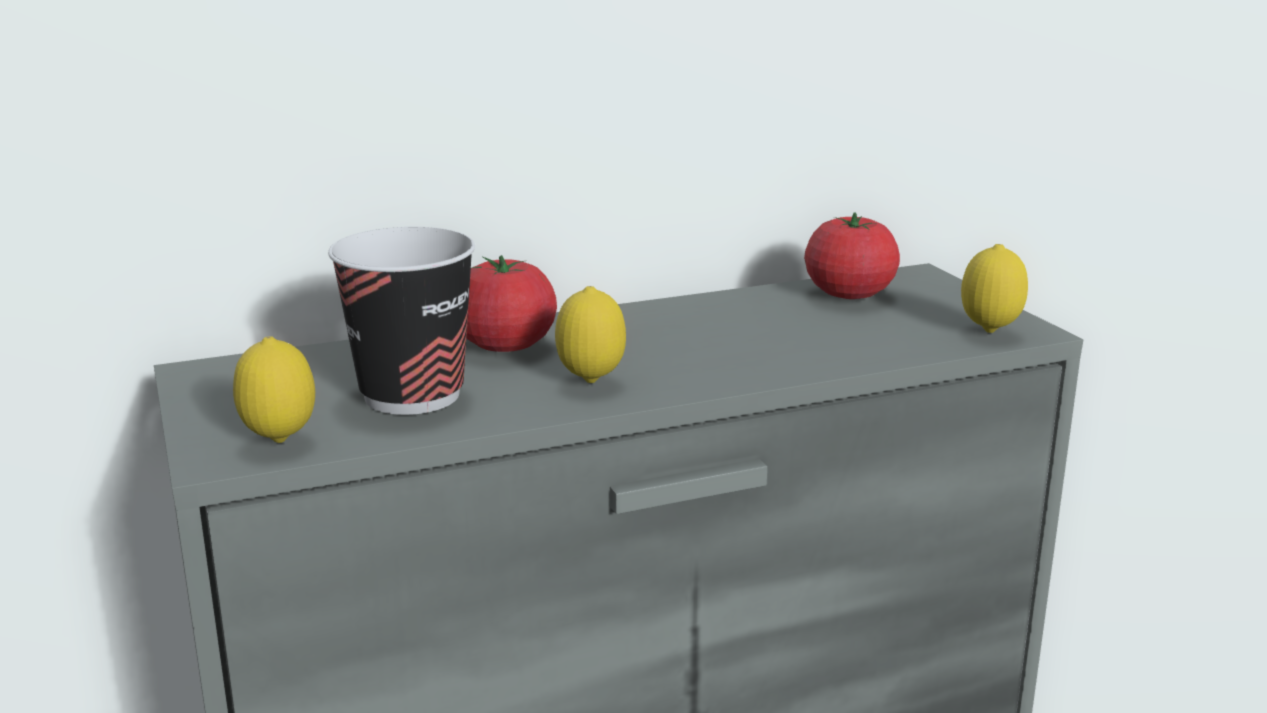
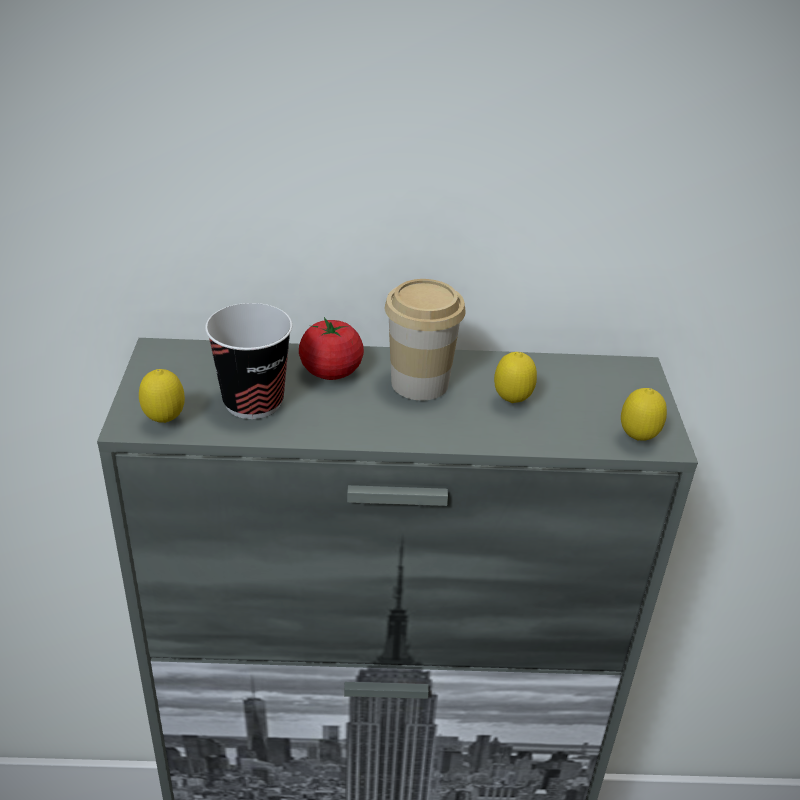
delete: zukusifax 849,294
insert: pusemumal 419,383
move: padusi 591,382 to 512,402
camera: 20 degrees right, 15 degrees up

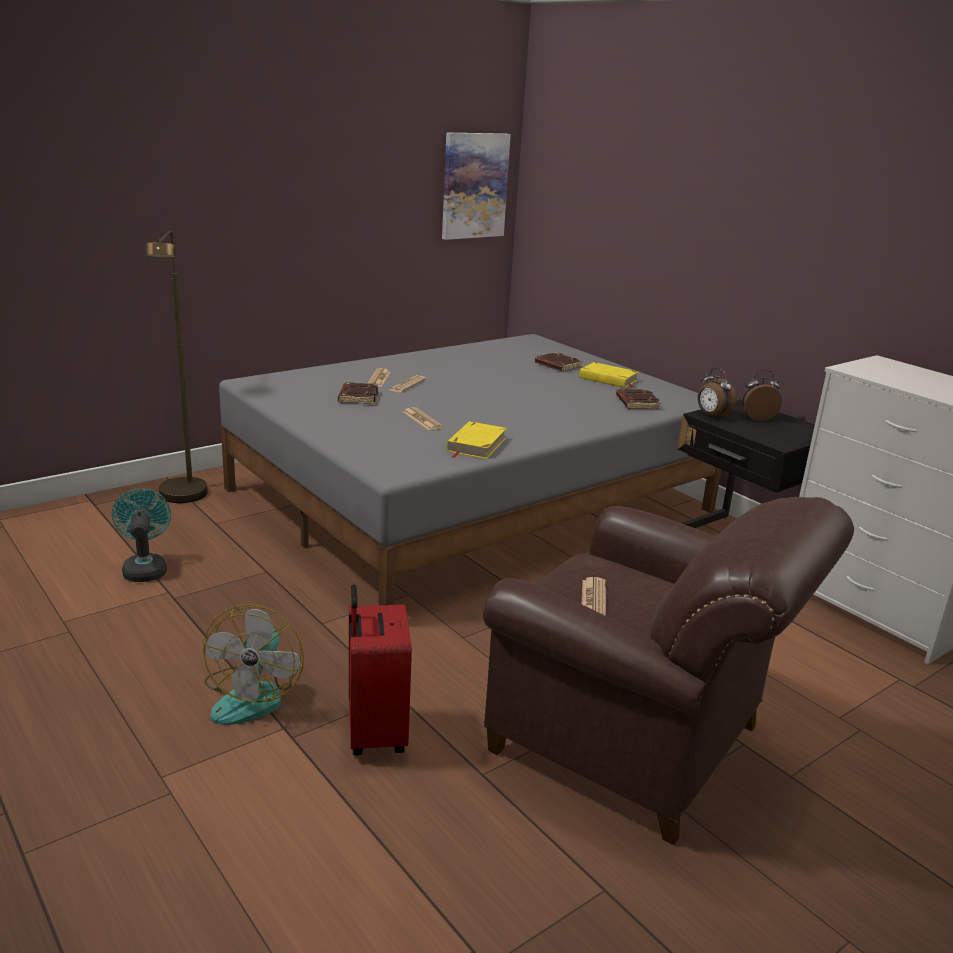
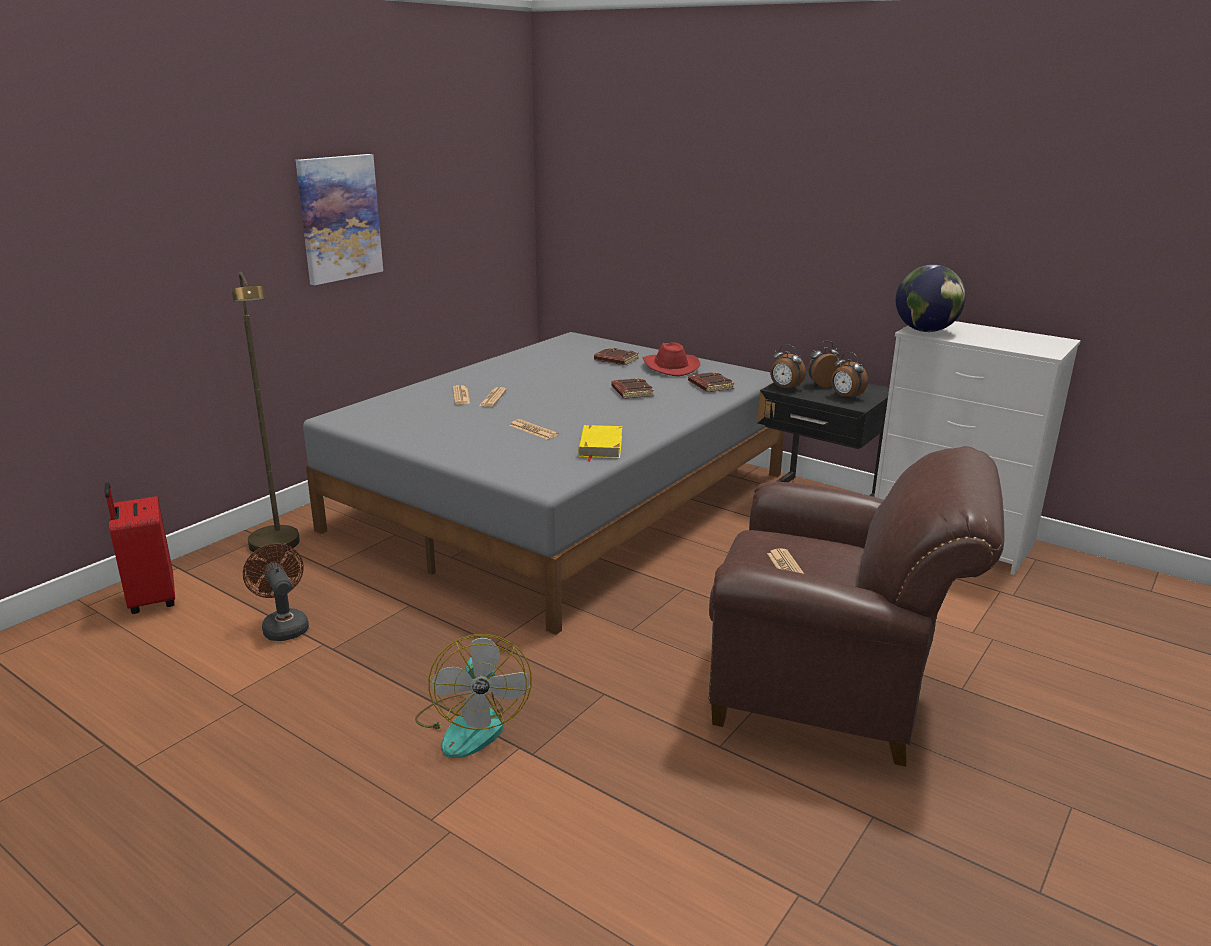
insert: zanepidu 845,397; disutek 925,331
move: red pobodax 374,734 to 150,600; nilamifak 474,186 to 339,218; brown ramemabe 357,397 to 631,392
replace: yellow ramemabe 608,379 to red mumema 669,367
recolor: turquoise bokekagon 145,568 to brown bokekagon 283,626
camera: 15 degrees left, 0 degrees up

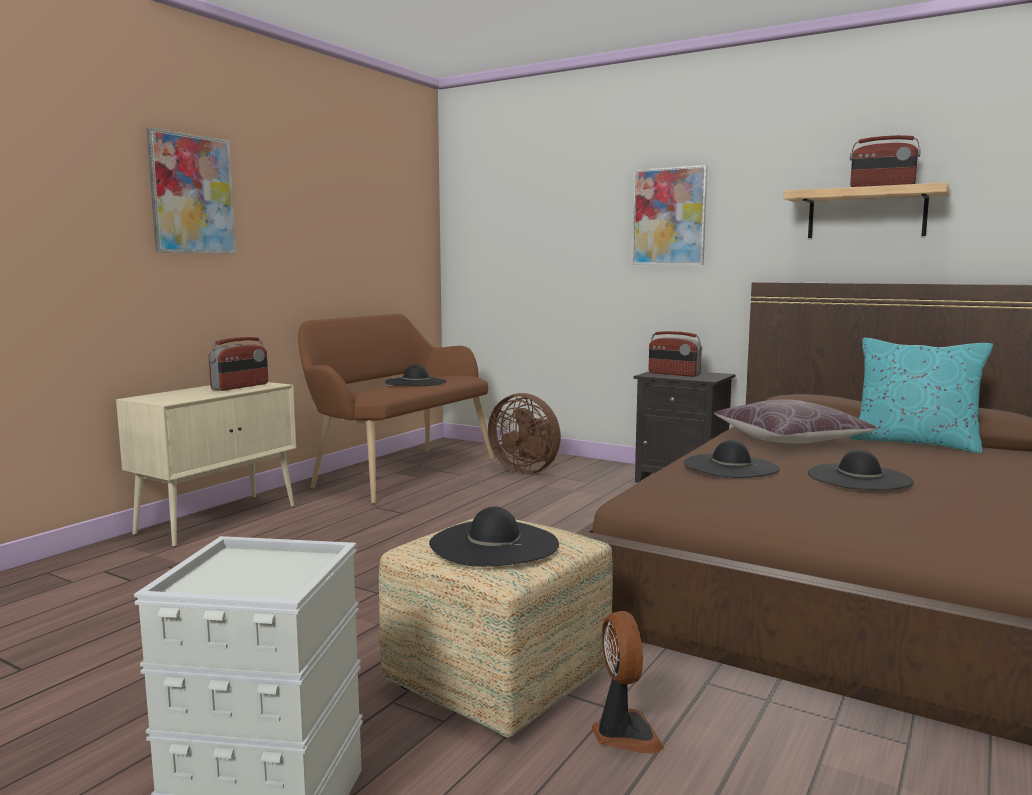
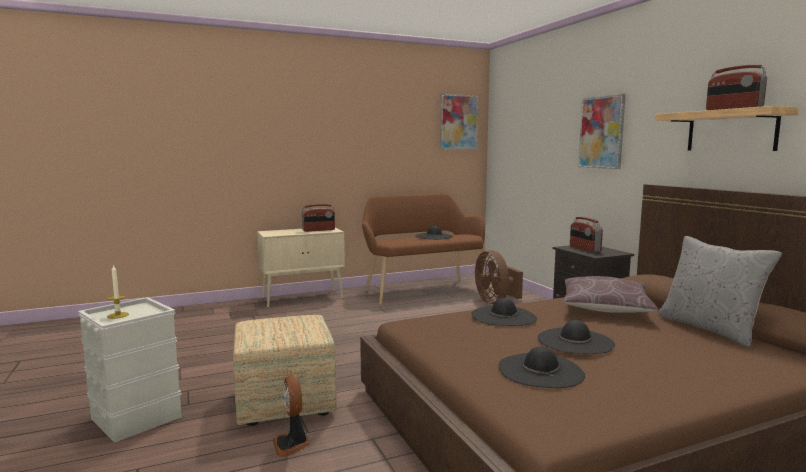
insert: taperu 118,315
move: nilamifak 192,194 to 458,122; black mumema 493,543 to 540,370
recolor: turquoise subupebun 915,443 to grey subupebun 710,328
rotate: bokekagon 623,734 = 292,444 135 degrees clockwise
camera: 35 degrees right, 0 degrees up

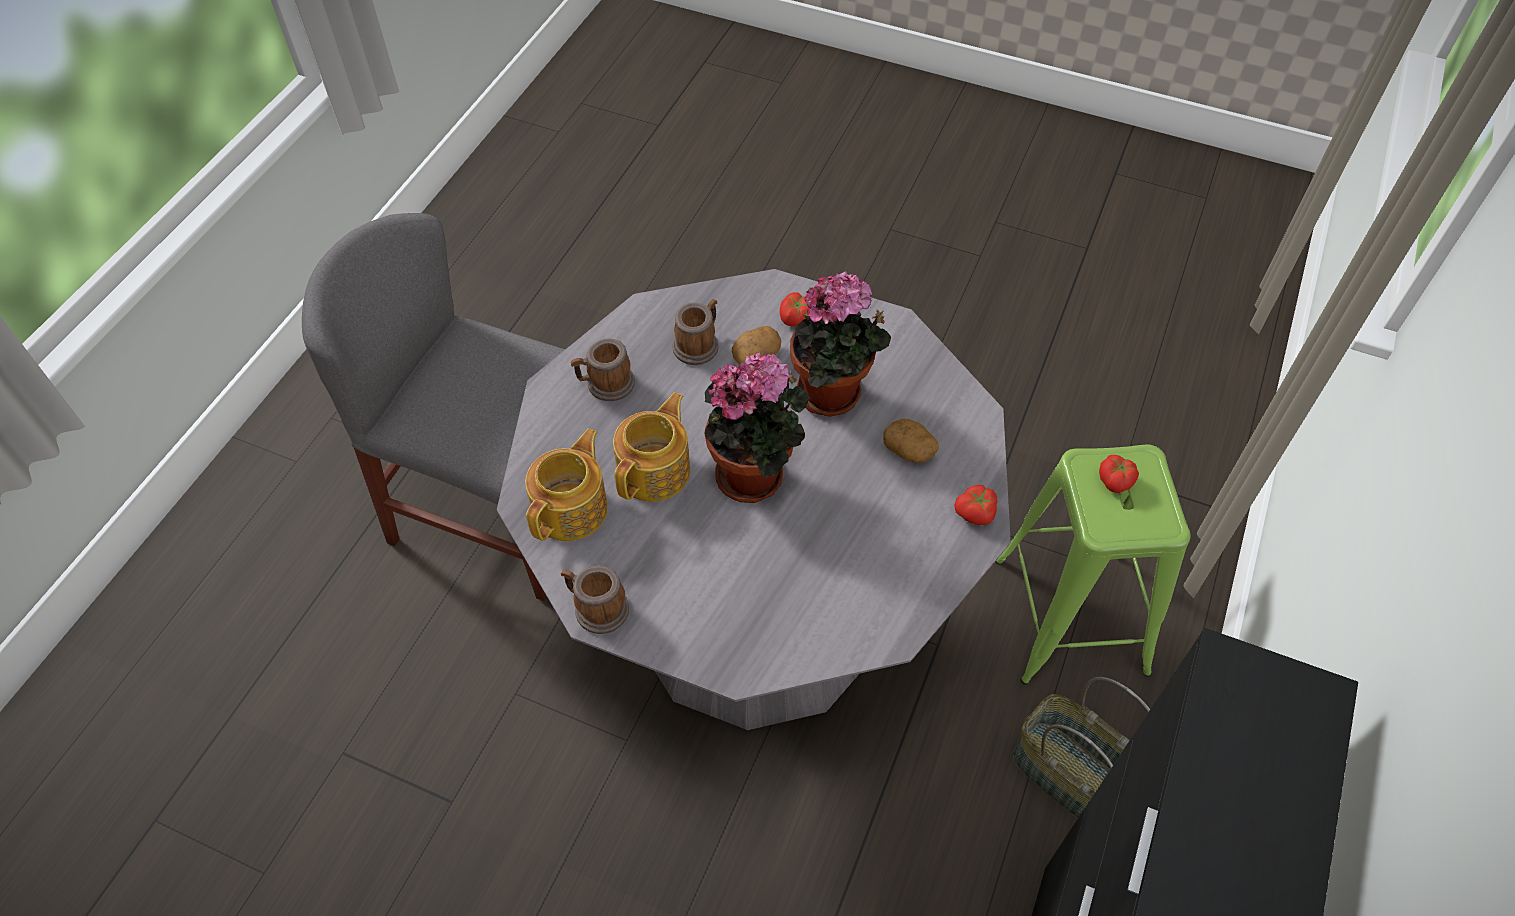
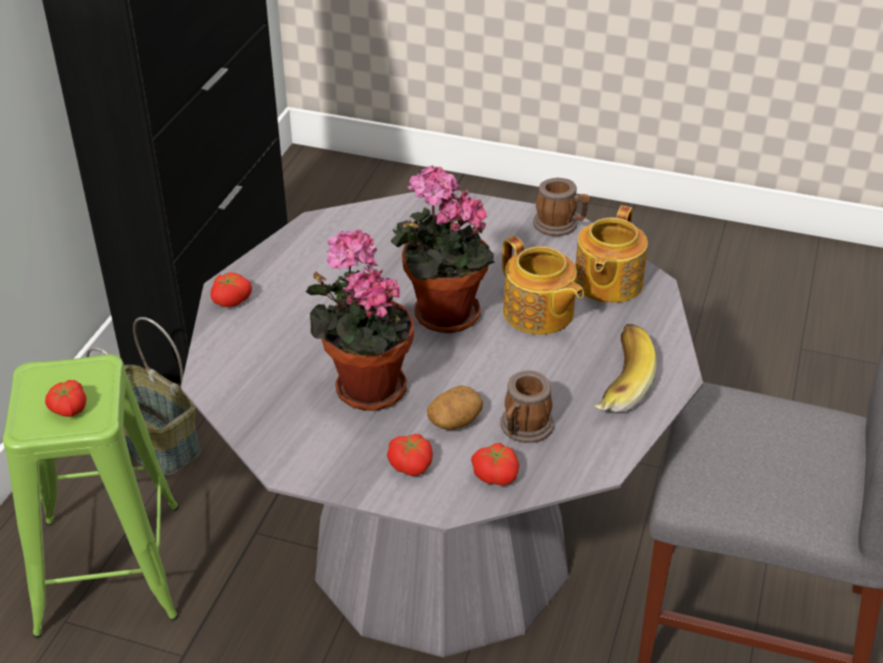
delete: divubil 909,450
insert: zukusifax 496,474
replace: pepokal 605,384 to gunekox 616,382
rotate: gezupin 656,470 = 538,313 60 degrees counterclockwise
camera: 175 degrees right, 15 degrees down

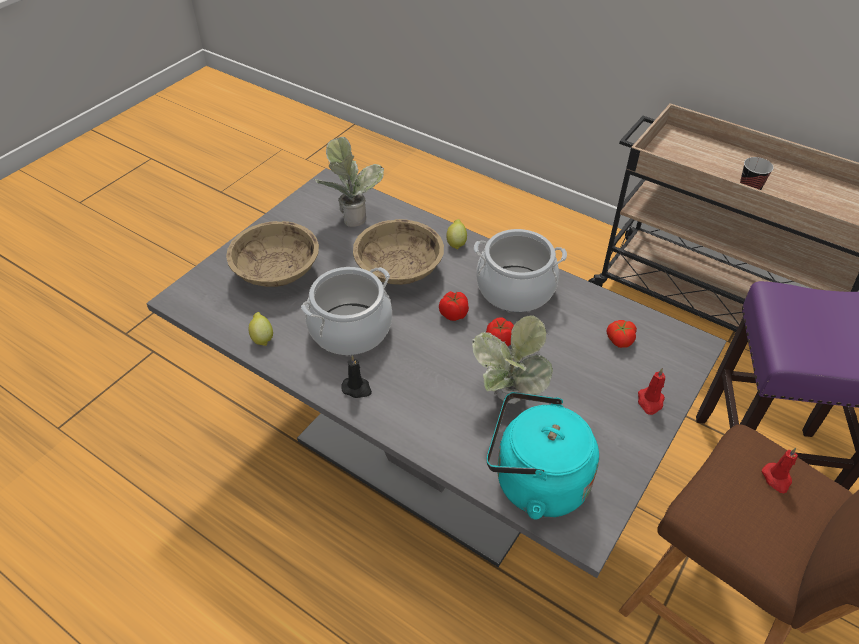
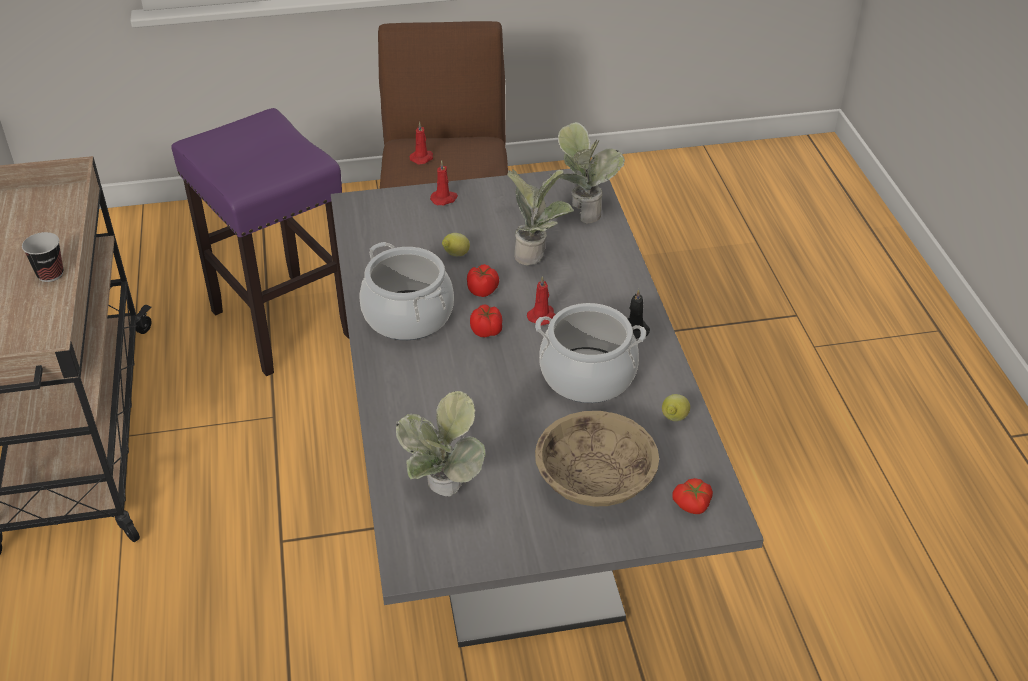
delete: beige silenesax 399,269
insert: red taperu 542,316
move: padusi 456,243 to 455,255; zukusifax 619,340 to 692,505
replace: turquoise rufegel 534,482 to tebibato 581,211
camera: 135 degrees left, 5 degrees down

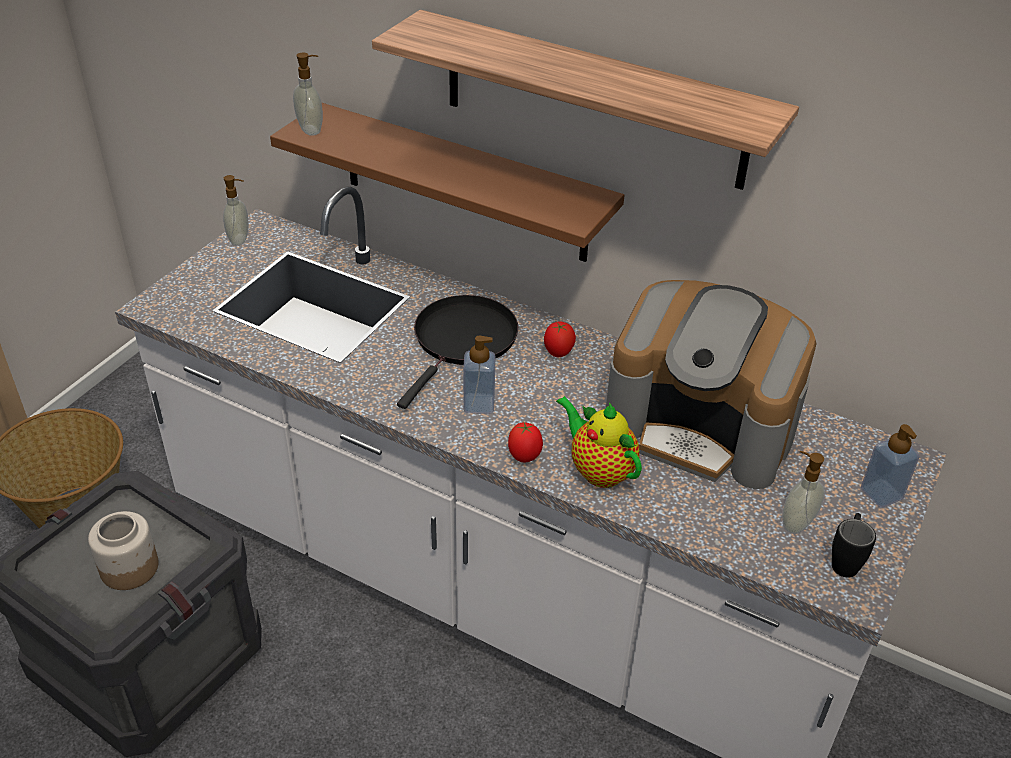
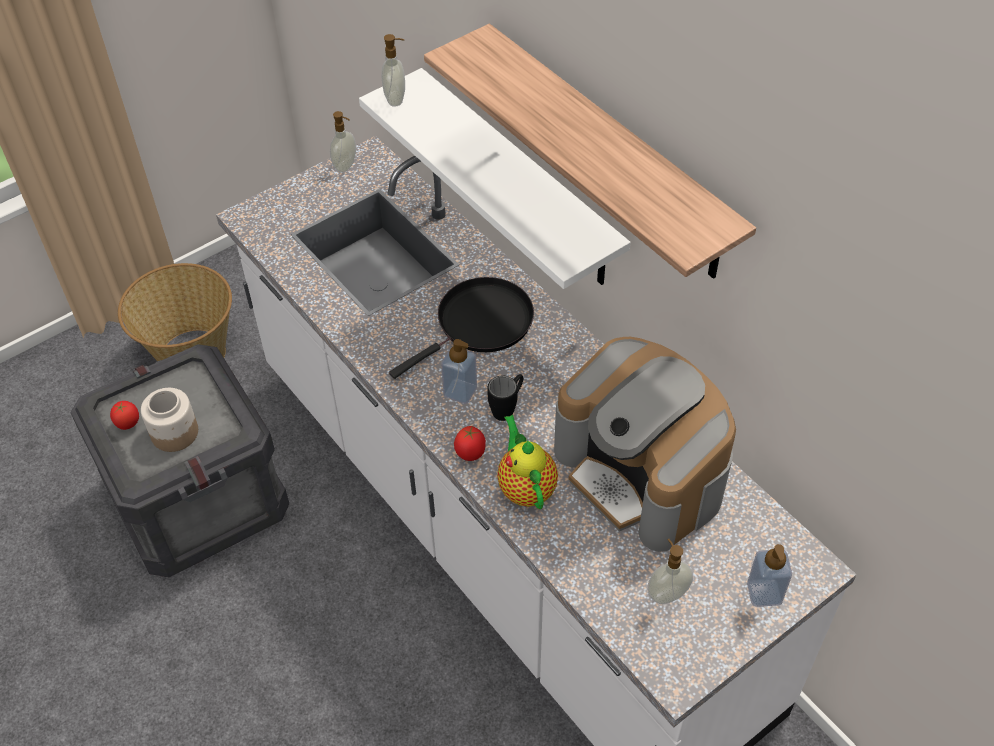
move: zukusifax 558,353 to 128,424; black pepokal 845,560 to 507,408
recolor: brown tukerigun 464,183 to white tukerigun 519,179
camera: 25 degrees right, 10 degrees up

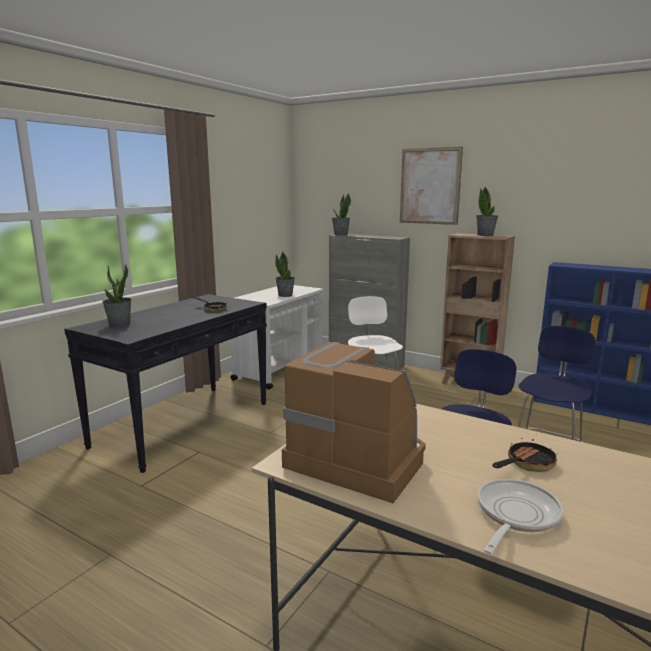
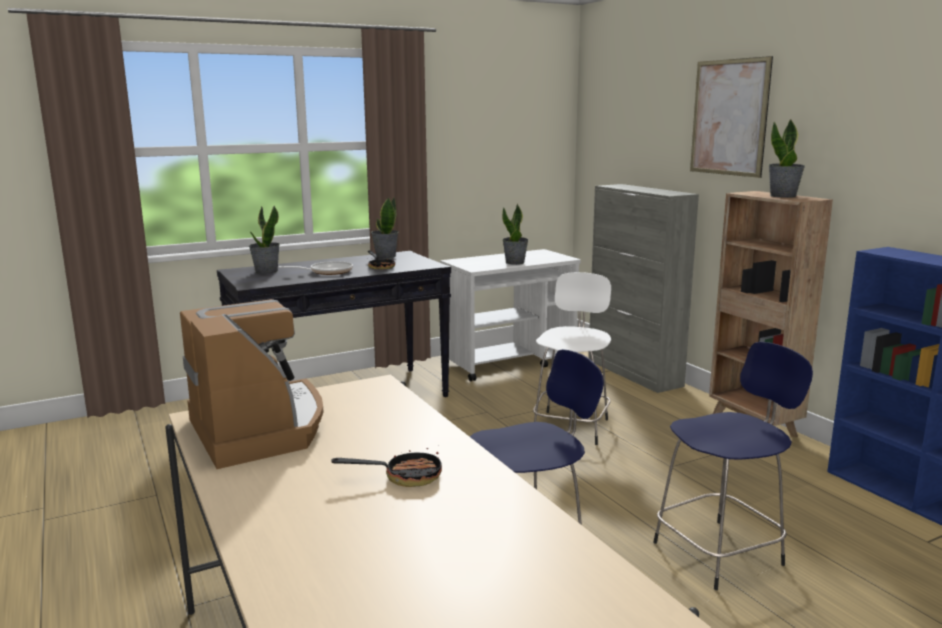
move: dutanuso 515,515 to 327,272; tebibato 340,235 to 385,256
camera: 30 degrees right, 0 degrees up

